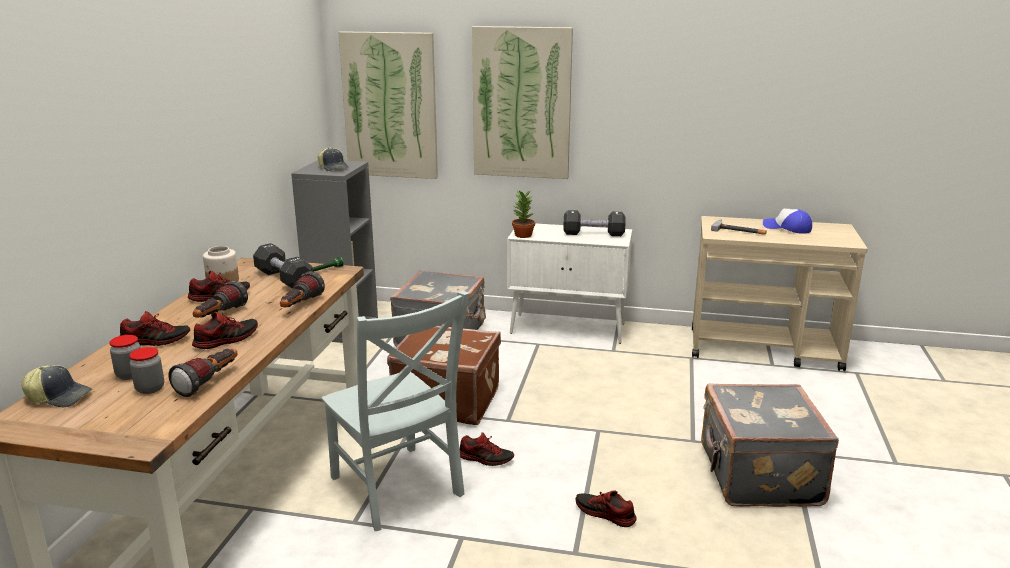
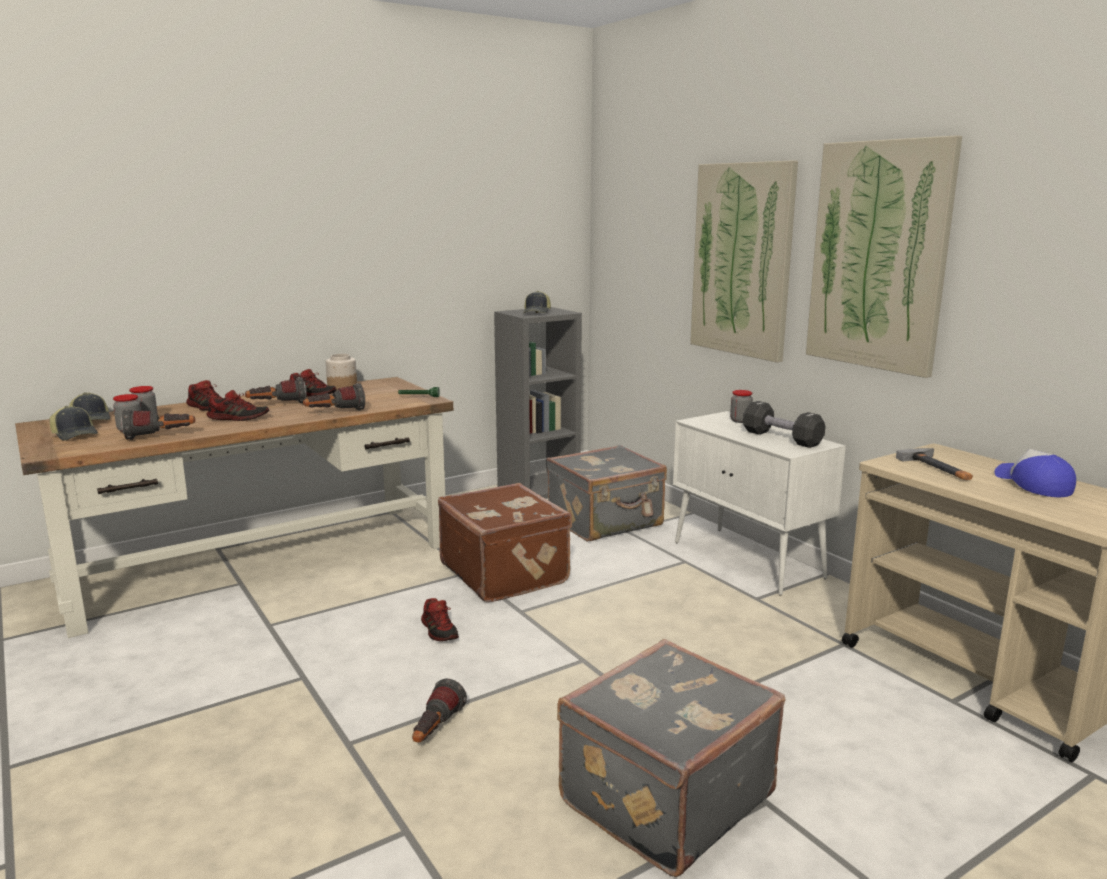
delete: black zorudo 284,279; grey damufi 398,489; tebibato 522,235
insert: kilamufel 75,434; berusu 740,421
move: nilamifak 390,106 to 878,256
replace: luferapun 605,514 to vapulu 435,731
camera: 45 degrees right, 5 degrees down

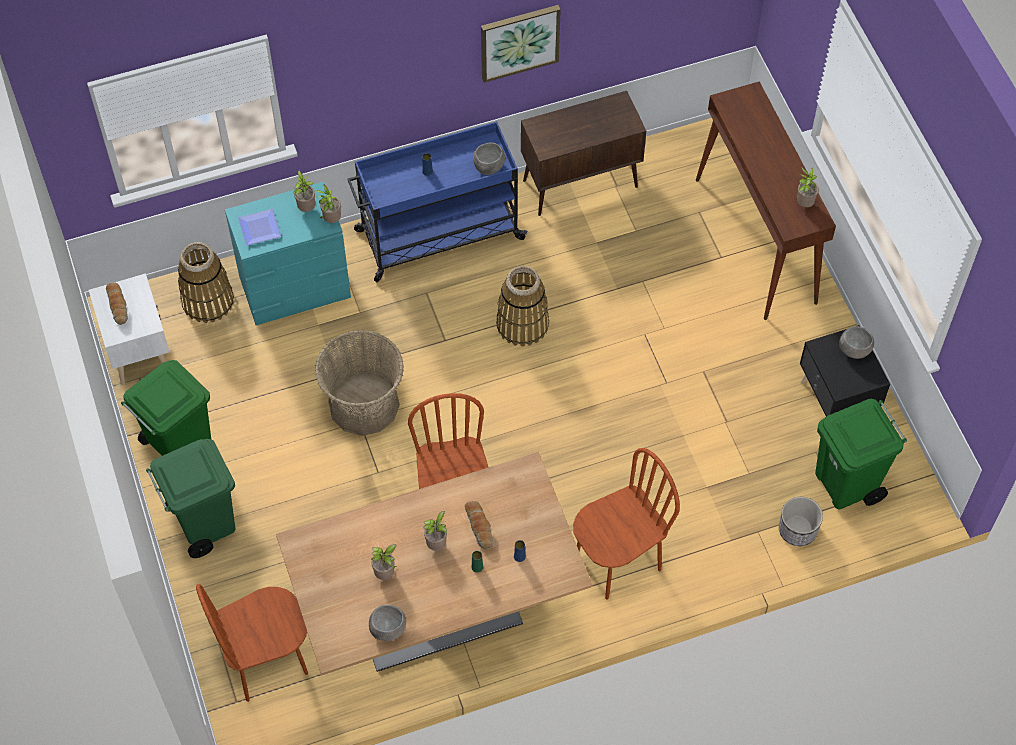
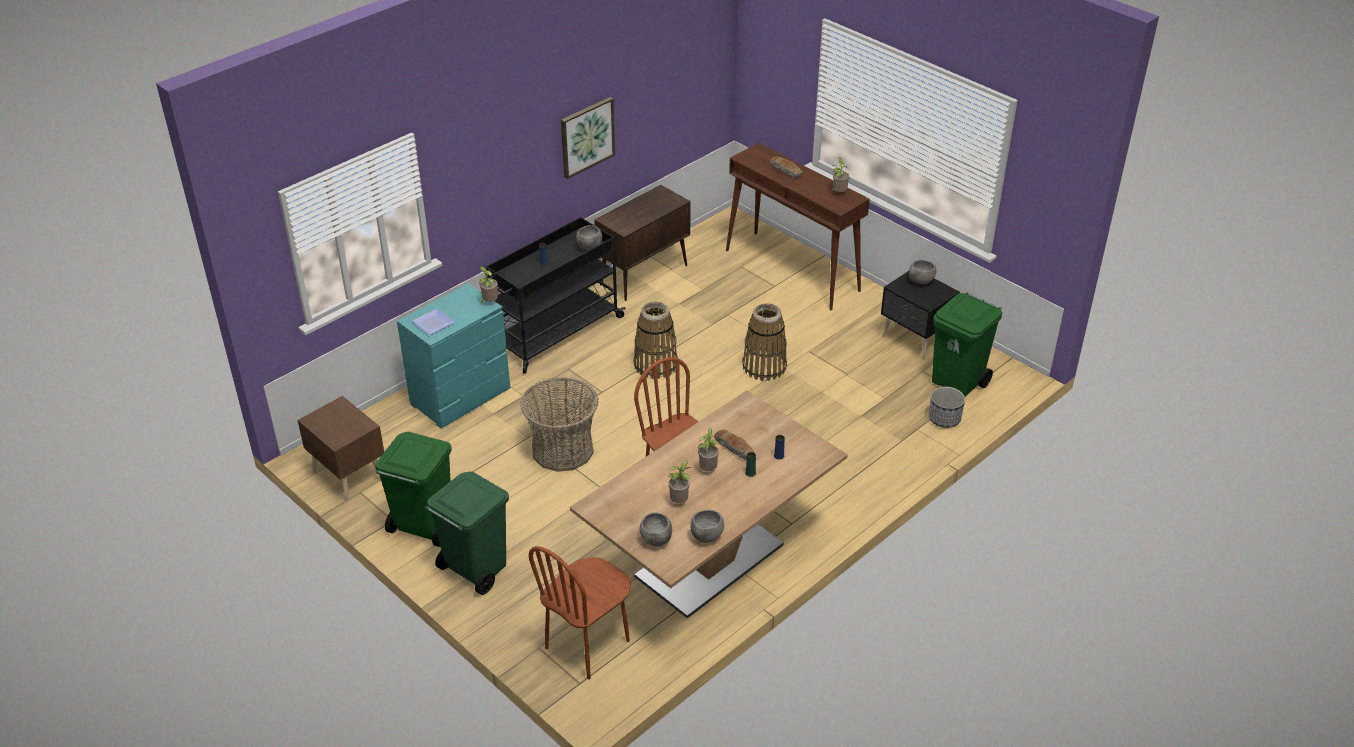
delete: tebibato 306,208; brown damufi 617,561
insert: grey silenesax 656,540
move: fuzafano 208,301 to 764,367; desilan 118,306 to 786,171
recolor: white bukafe 139,350 to brown bukafe 349,474; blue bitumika 437,235 to black bitumika 555,333
camera: 25 degrees left, 20 degrees down

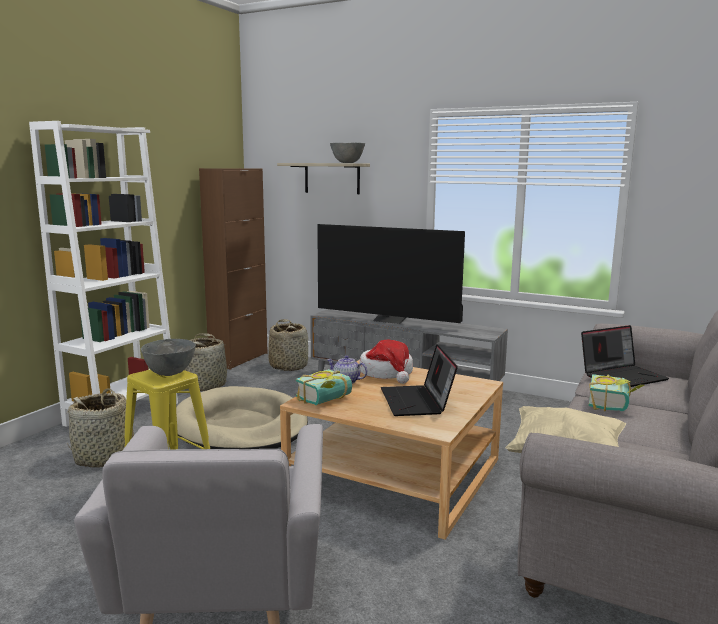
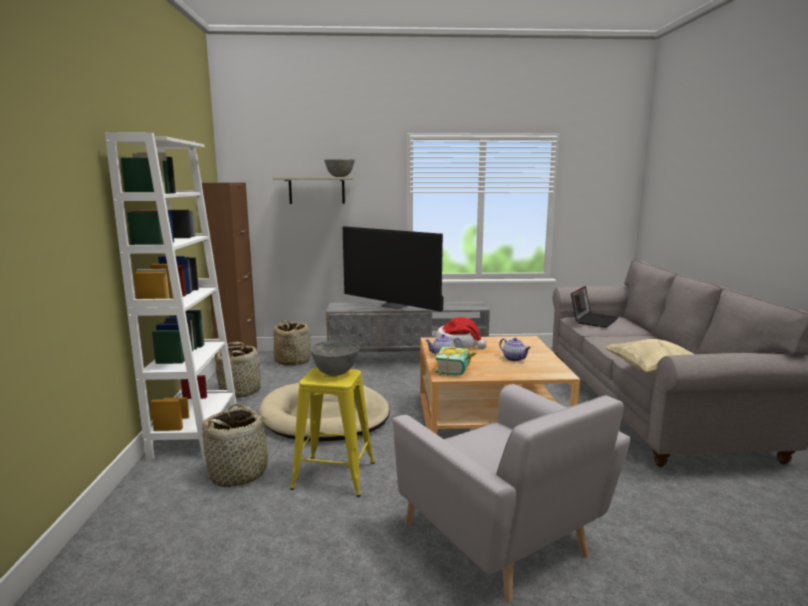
delete: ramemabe 613,405
replace: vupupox 417,402 to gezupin 514,359
rotate: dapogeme 390,320 = 394,306 45 degrees clockwise
camera: 30 degrees left, 0 degrees up

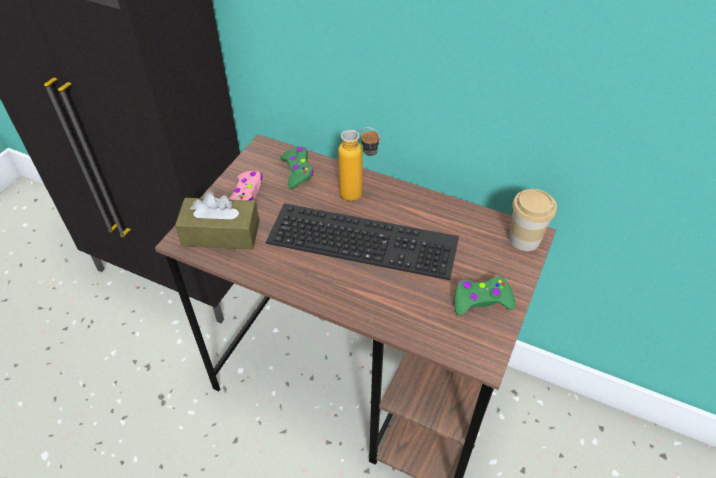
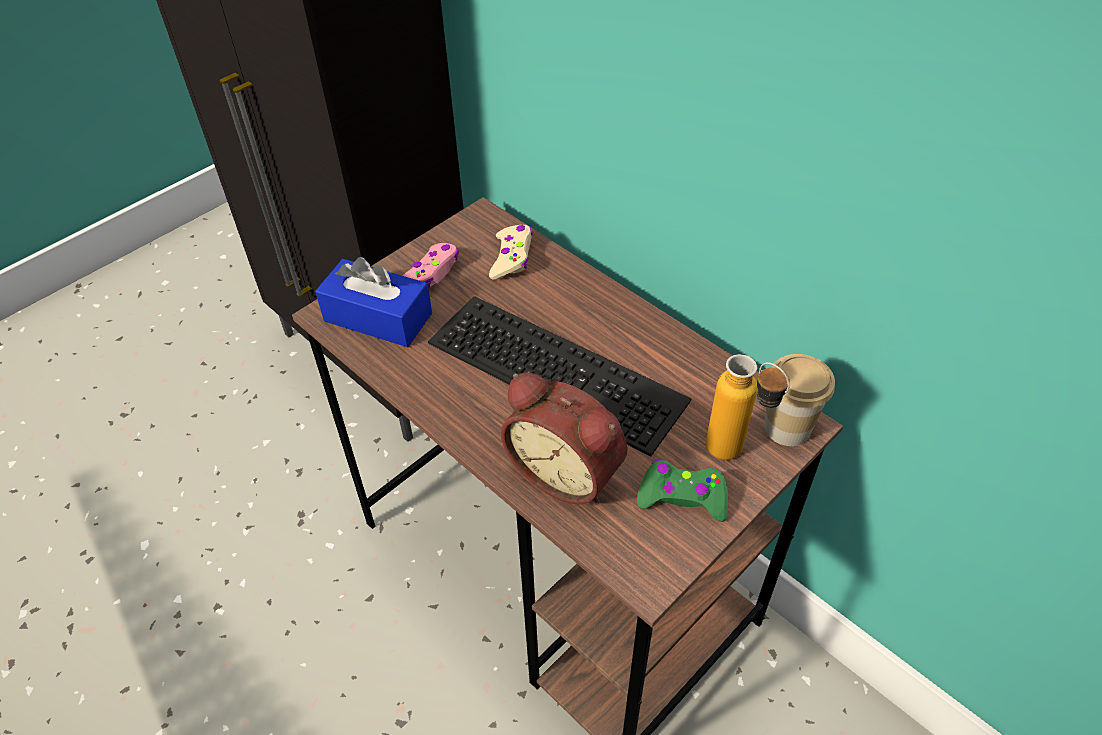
insert: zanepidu 567,471
move: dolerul 359,197 to 736,456
recolor: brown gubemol 221,234 to blue gubemol 378,317; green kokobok 297,171 to beige kokobok 512,258
camera: 20 degrees right, 0 degrees up

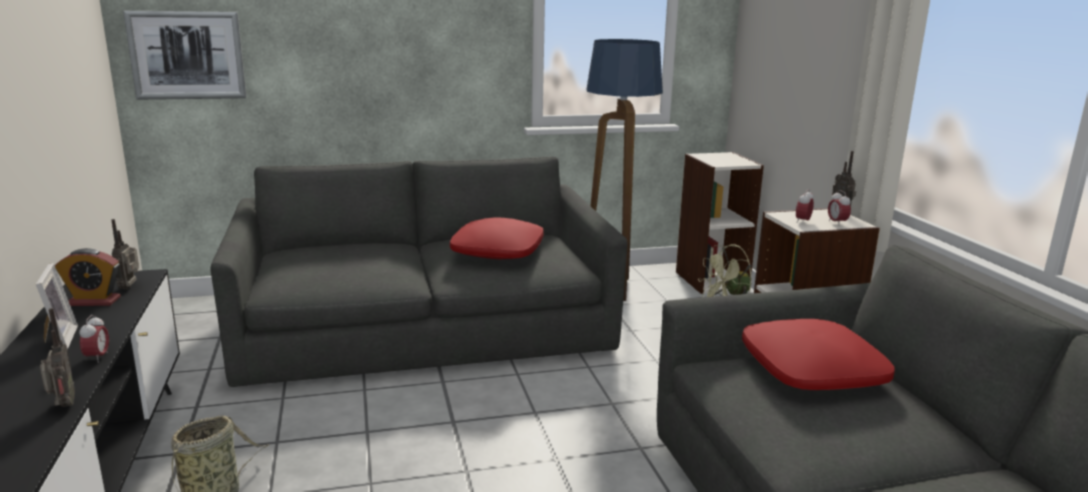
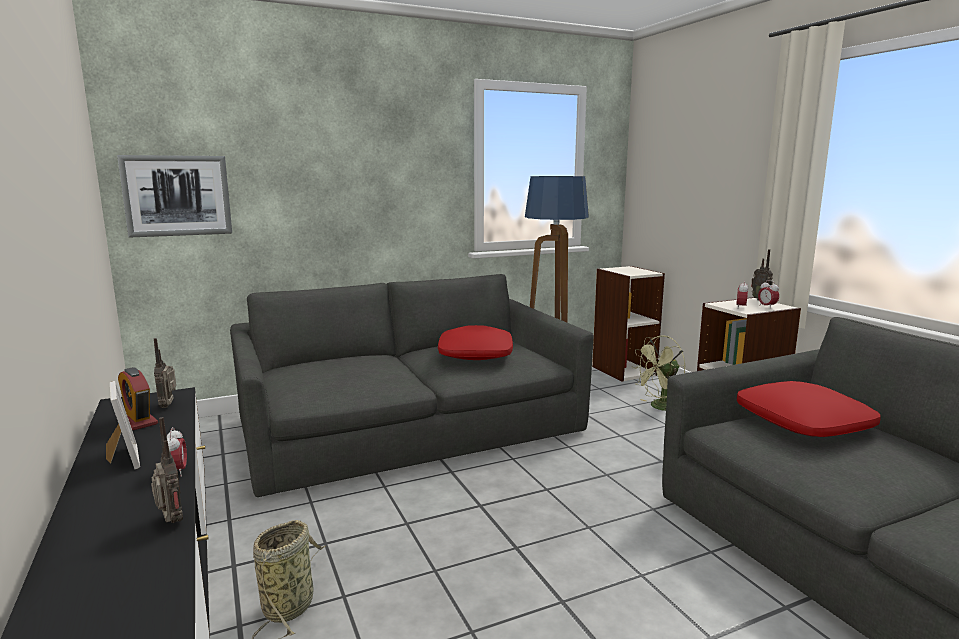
rotate: zanepidu 94,301 = 138,421 60 degrees clockwise
camera: 10 degrees left, 5 degrees down

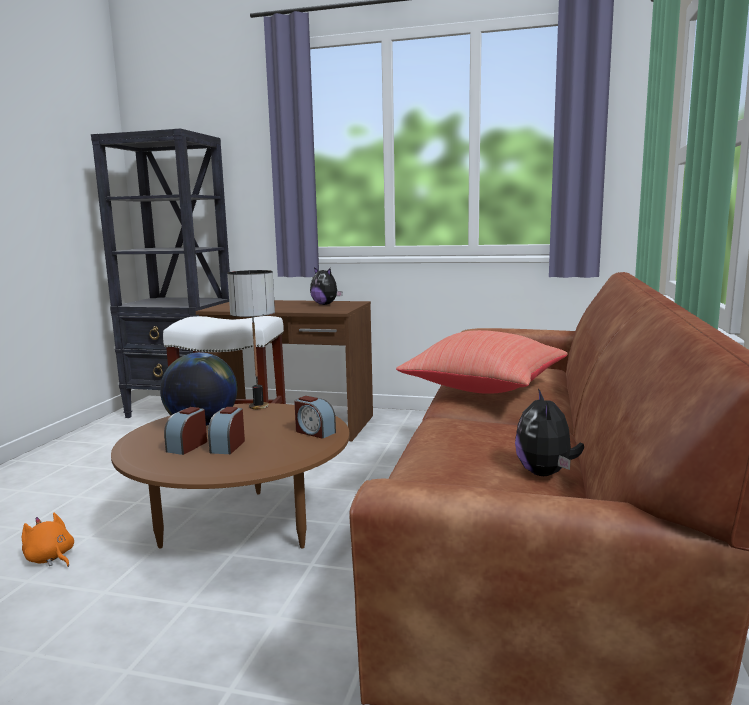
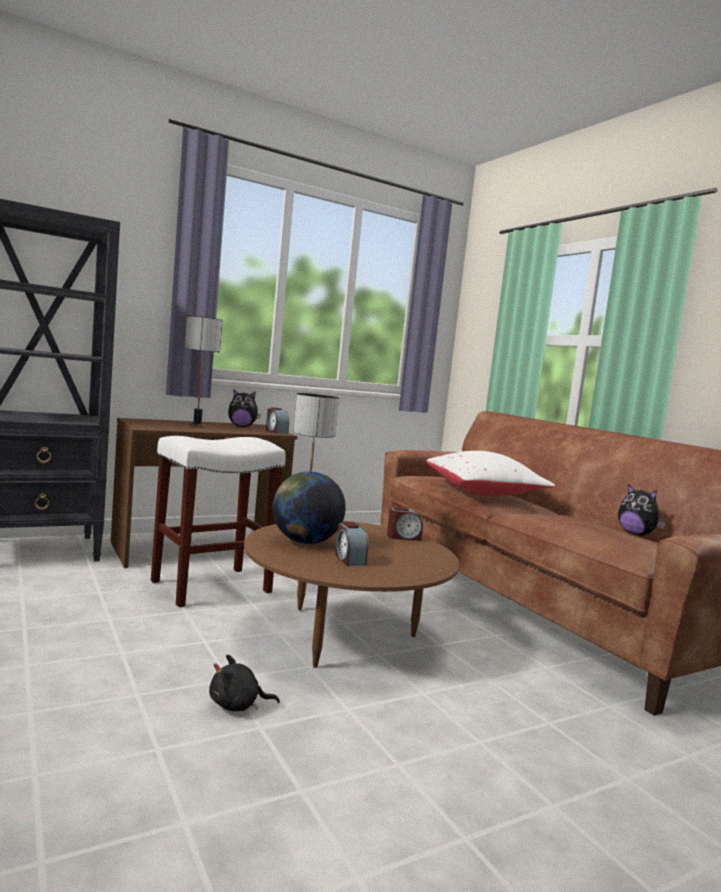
insert: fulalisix 196,425
move: zanepidu 228,446 to 276,431
recolor: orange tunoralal 50,558 to black tunoralal 237,705; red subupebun 486,389 to white subupebun 484,493
camera: 45 degrees left, 5 degrees down

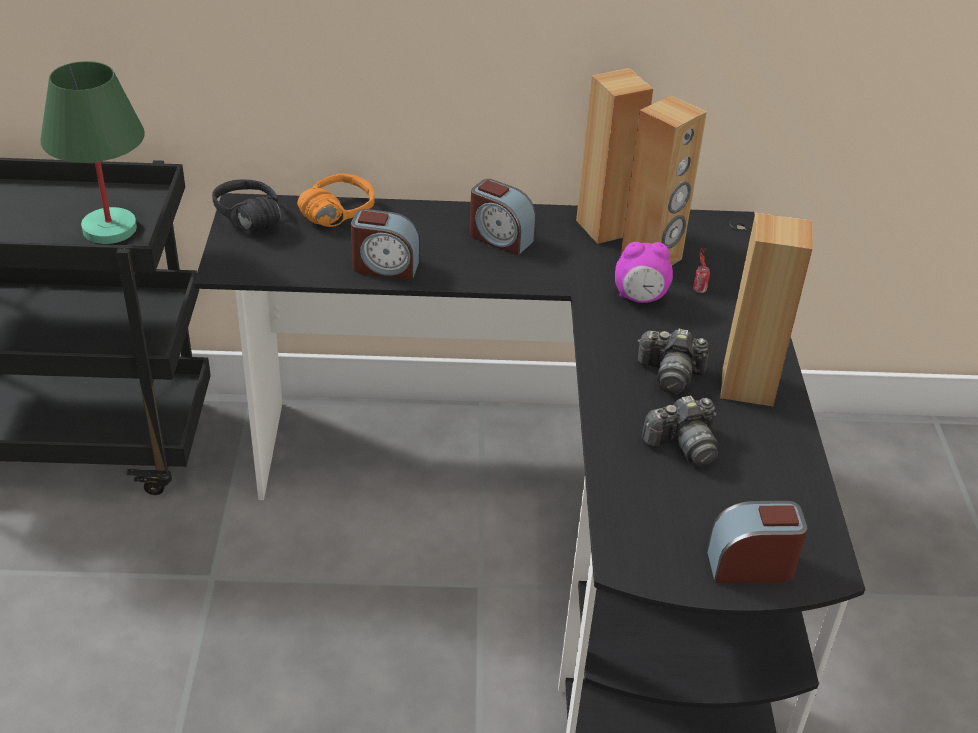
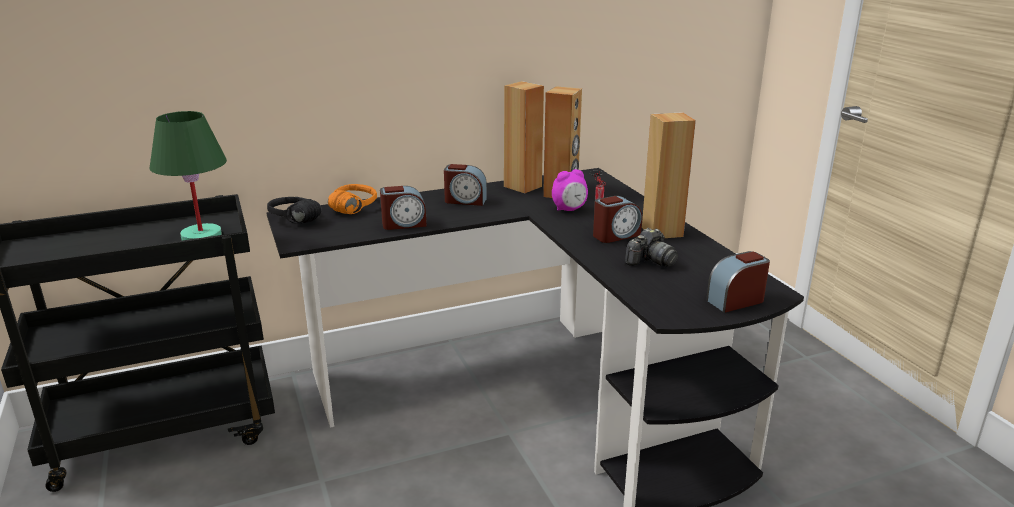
replace: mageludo 670,374 to zanepidu 616,235
camera: 20 degrees left, 15 degrees down

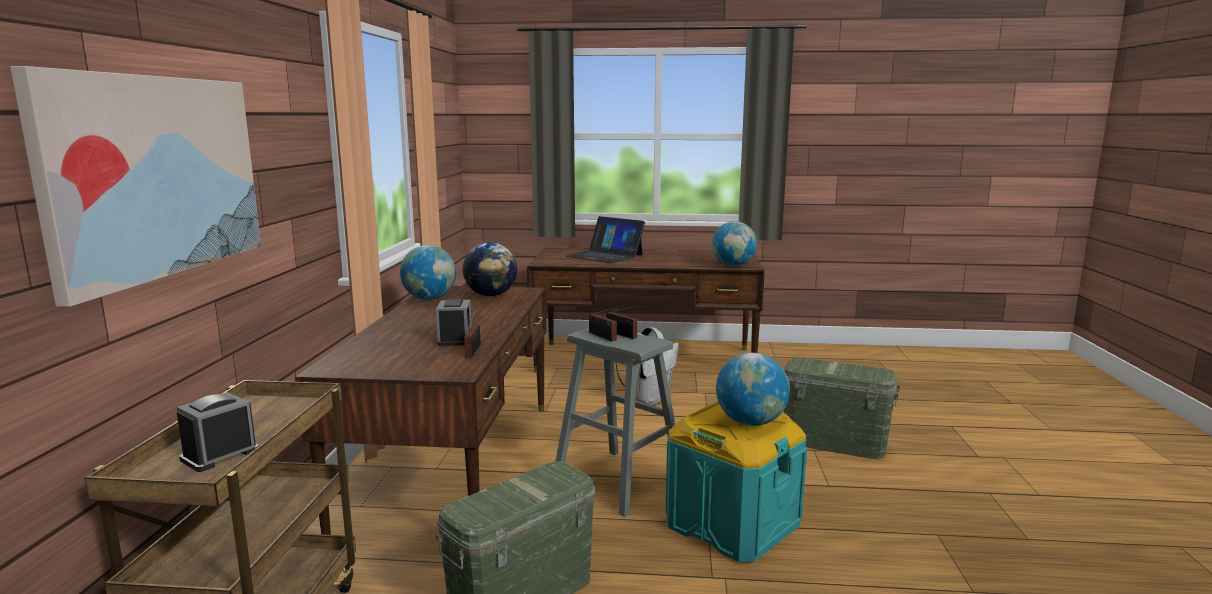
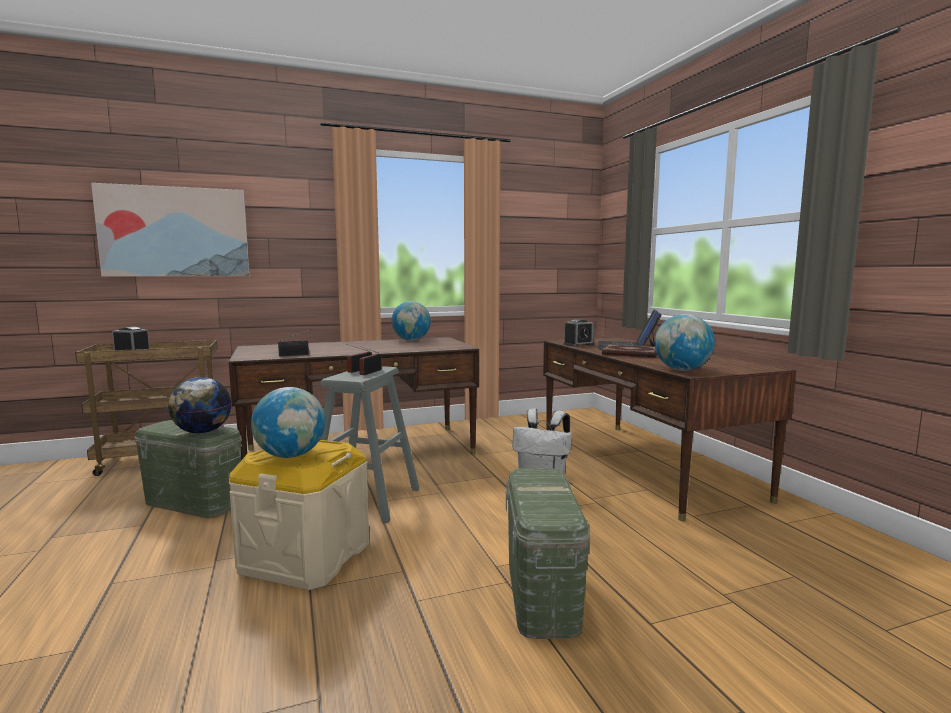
insert: ramemabe 630,354
move: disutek 491,295 to 202,432; zanepidu 455,339 to 578,344
recolor: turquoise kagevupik 732,525 to beige kagevupik 305,557
camera: 65 degrees right, 5 degrees down

